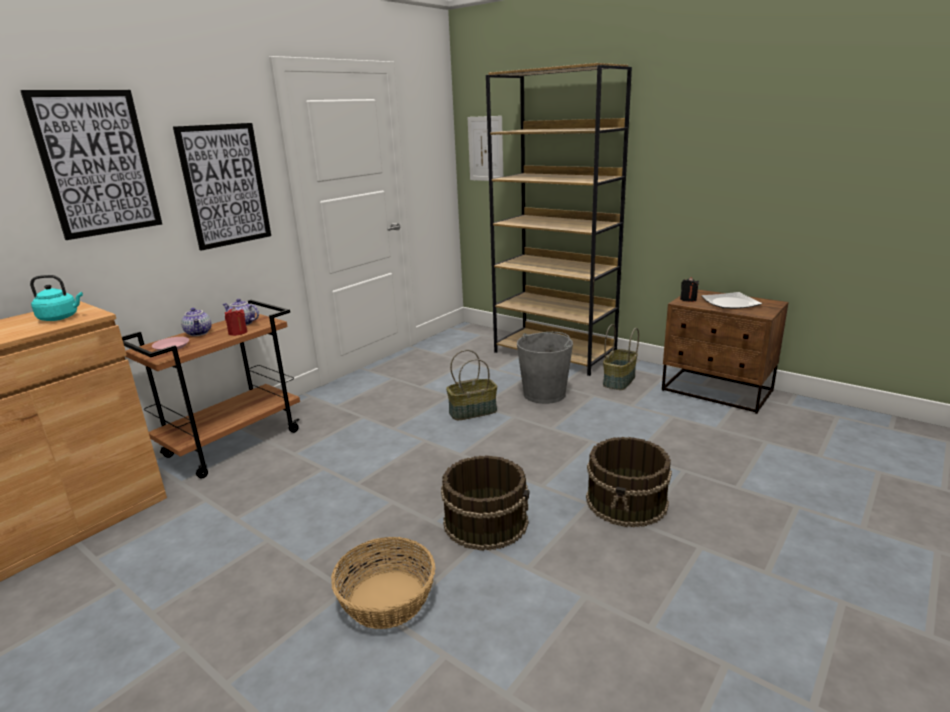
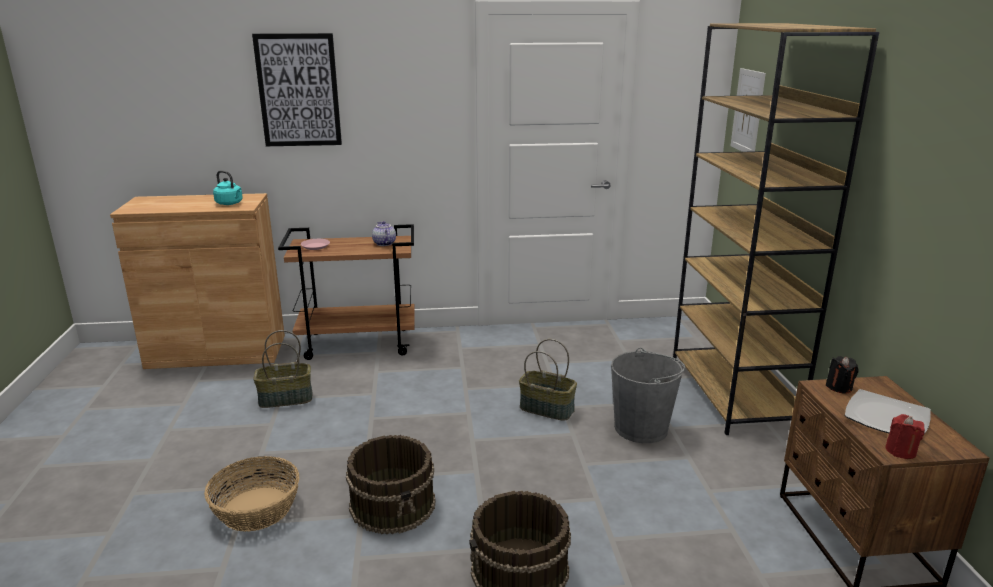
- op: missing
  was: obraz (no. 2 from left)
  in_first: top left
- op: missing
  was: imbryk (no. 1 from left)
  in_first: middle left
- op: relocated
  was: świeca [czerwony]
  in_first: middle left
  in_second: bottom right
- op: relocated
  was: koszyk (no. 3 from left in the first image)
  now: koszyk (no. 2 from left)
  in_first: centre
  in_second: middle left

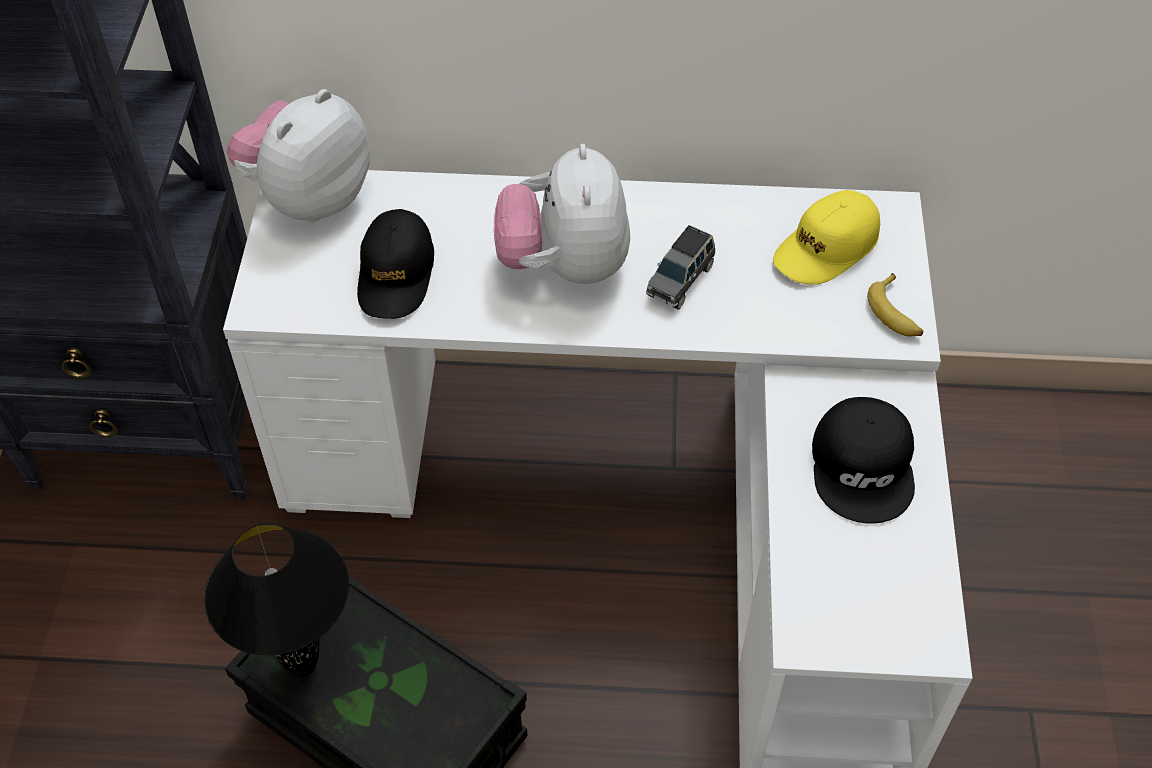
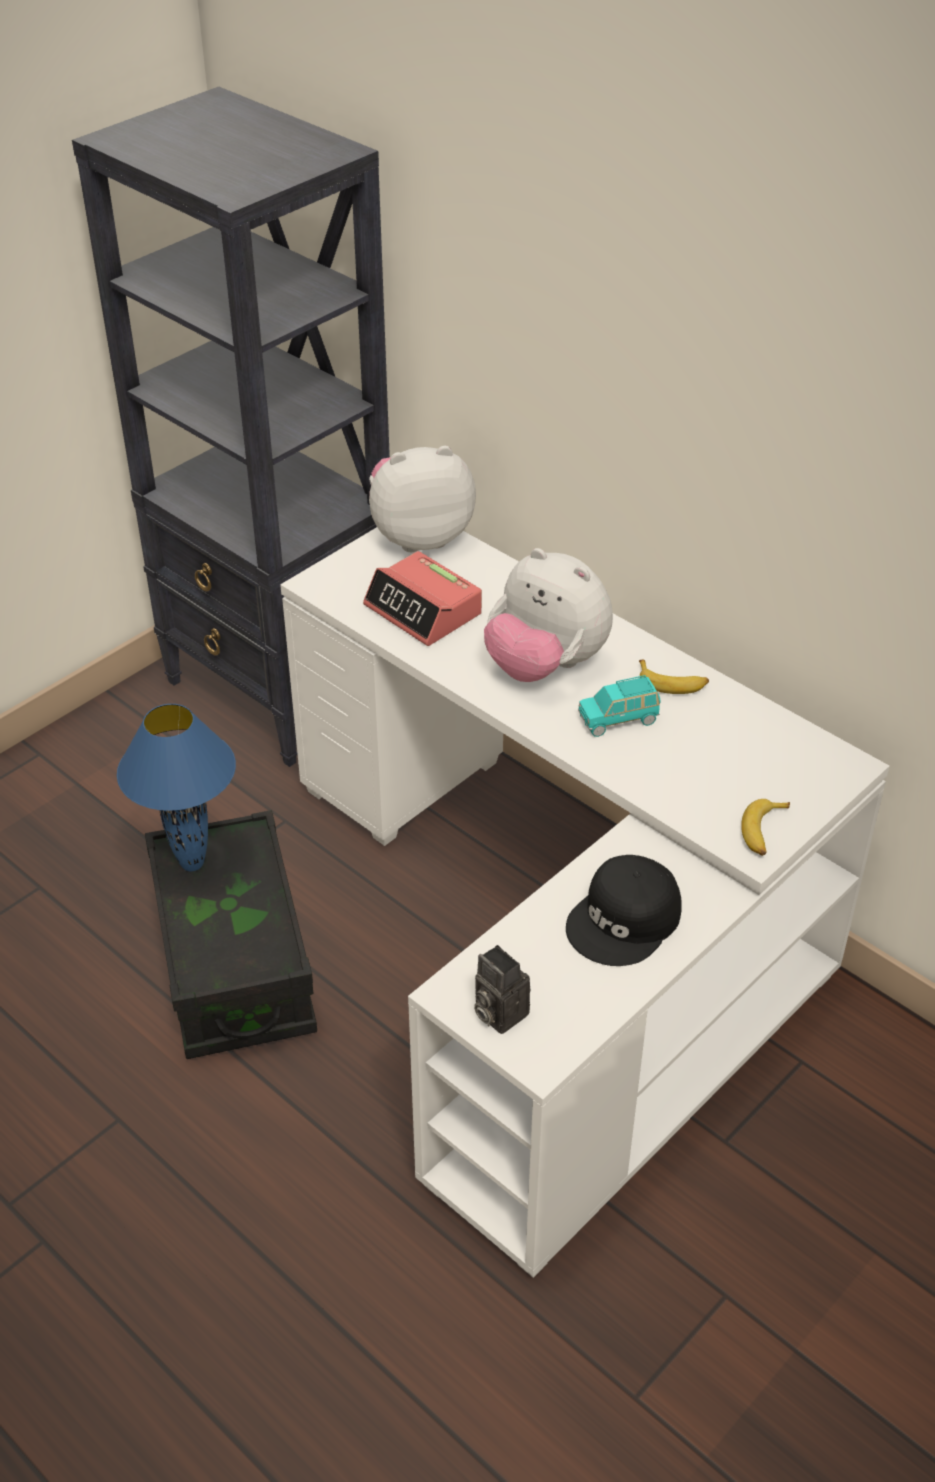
- op: missing
  was: czapka z daszkiem [żółty]
  in_first: top right
- op: appeared
  now: aparat fotograficzny
  in_second: bottom centre
- op: appeared
  now: banan (no. 1 from left)
  in_second: middle right
- op: exchanged
  was: czapka z daszkiem [czarny] (no. 1 from left)
  now: budzik
  in_first: centre
  in_second: centre
- op: colour
  was: lampa stołowa [czarny]
  now: lampa stołowa [niebieski]
  in_first: bottom left
  in_second: middle left
- op: colour
  was: samochodzik [szary]
  now: samochodzik [turkusowy]
  in_first: centre
  in_second: centre
- op: spun
  was: pluszak (no. 2 from left)
  in_first: top centre
  in_second: centre
  clockwise: -90

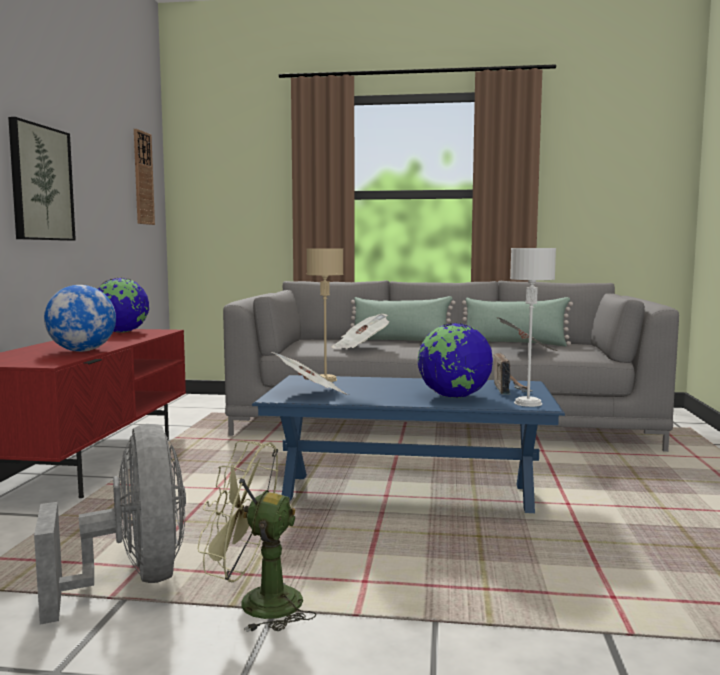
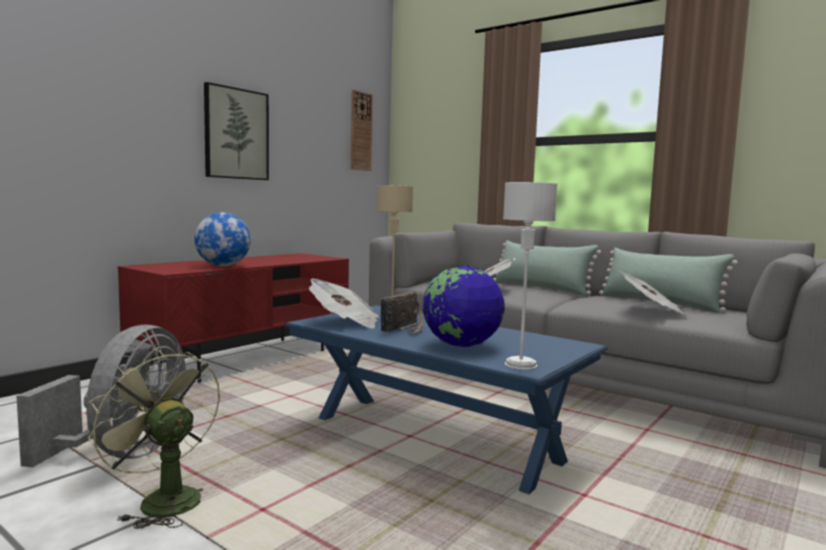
- op: missing
  was: globus (no. 2 from left)
  in_first: middle left
- op: relocated
  was: radio
  in_first: middle right
  in_second: centre

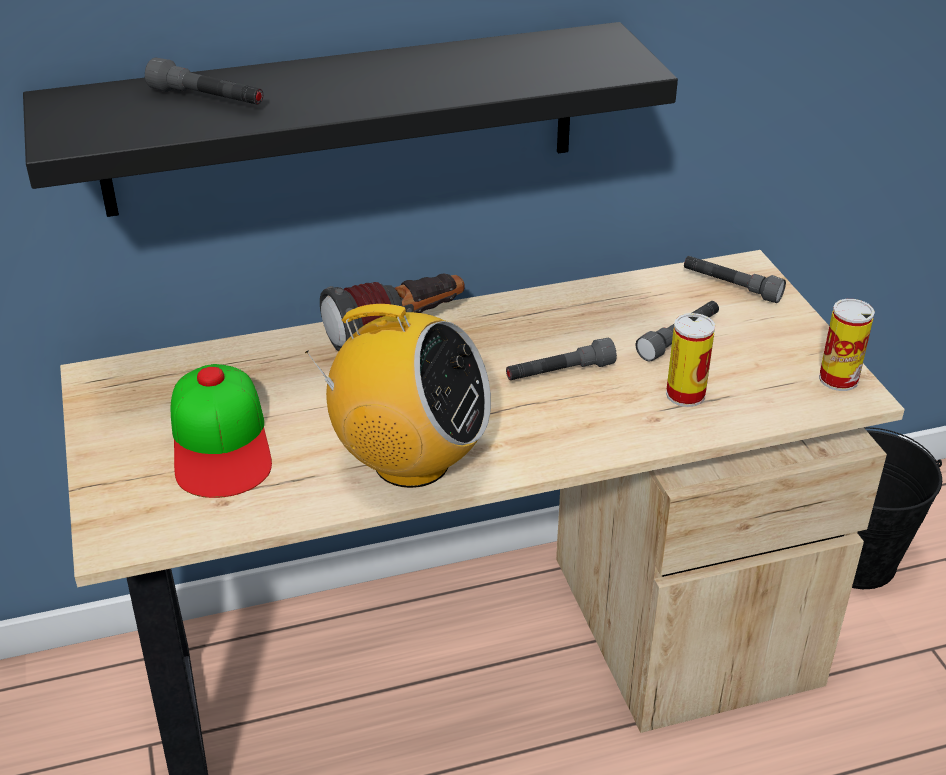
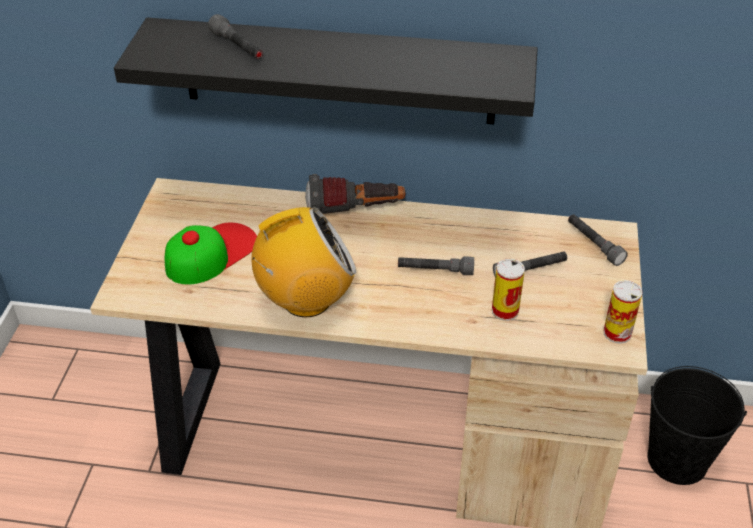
- op: spun
  was: czapka z daszkiem
  in_first: middle left
  in_second: middle left
  clockwise: -150
- op: spun
  was: radio
  in_first: centre
  in_second: centre
  clockwise: -60

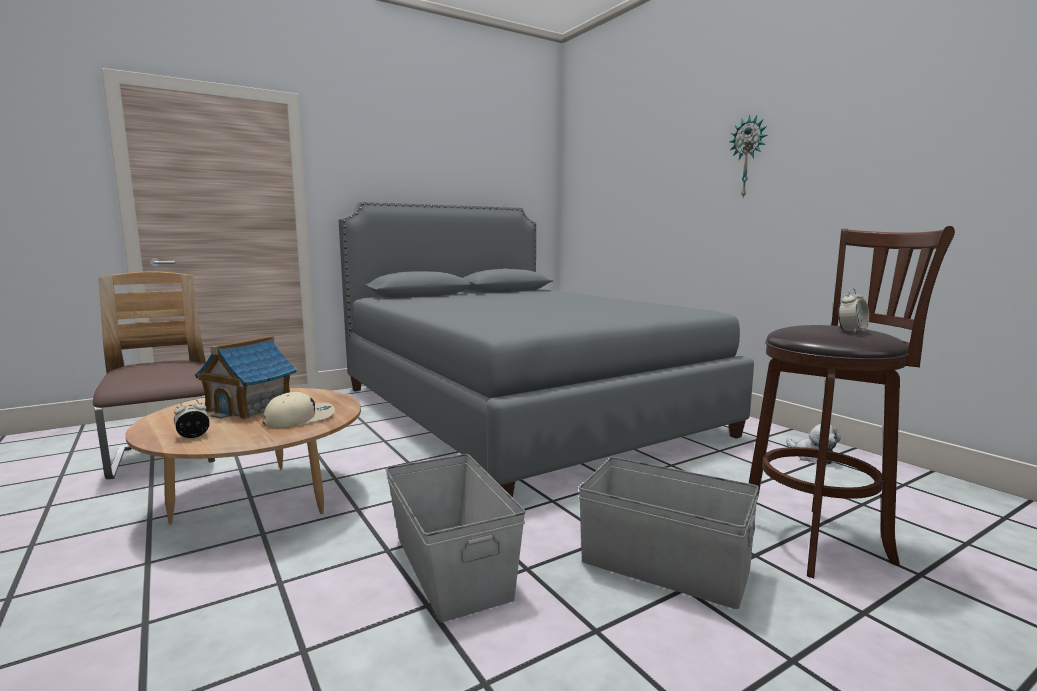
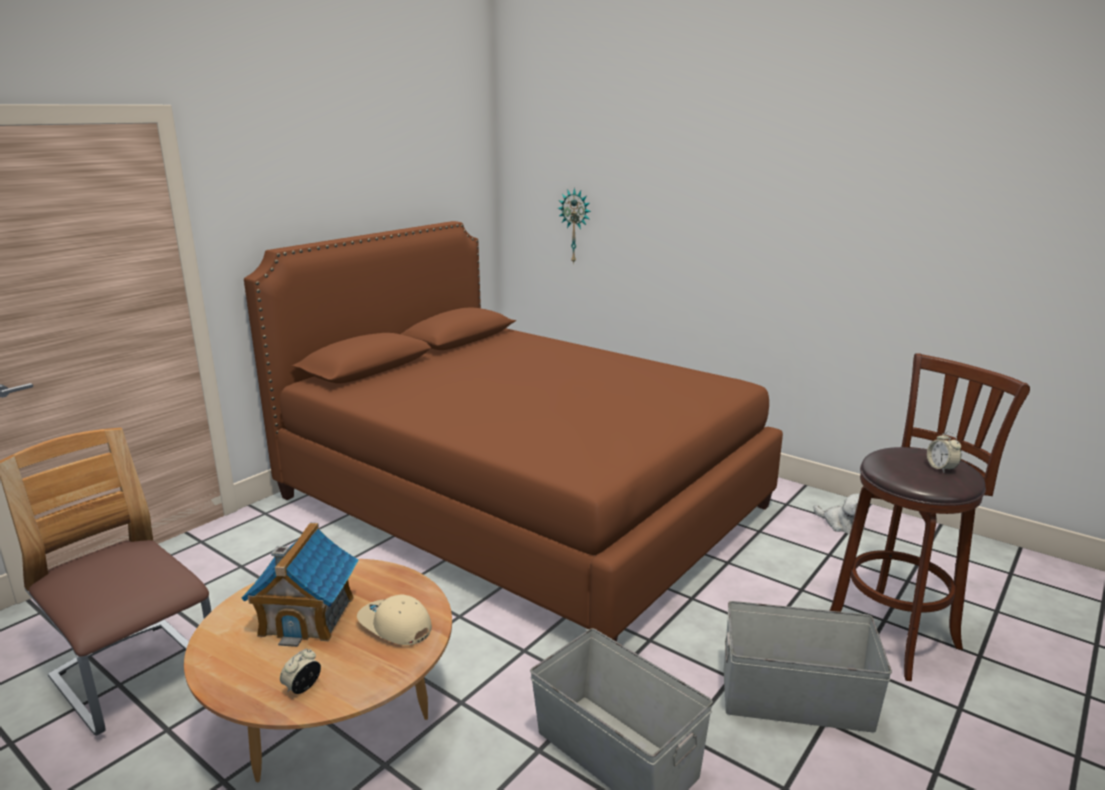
- op: relocated
  was: zegar ścienny
  in_first: top right
  in_second: top centre
- op: colour
  was: łóżko [szary]
  now: łóżko [brązowy]
  in_first: centre
  in_second: centre
- op: spun
  was: czapka z daszkiem [beżowy]
  in_first: middle left
  in_second: bottom centre
  clockwise: -90
- op: spun
  was: budzik (no. 2 from left)
  in_first: middle right
  in_second: middle right
  clockwise: 135

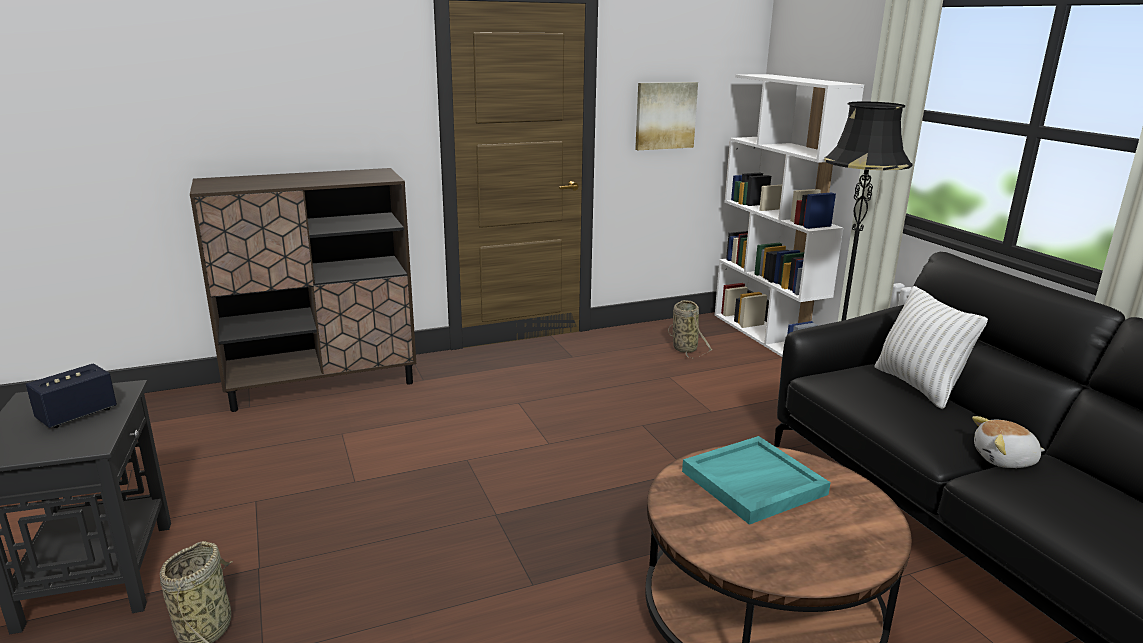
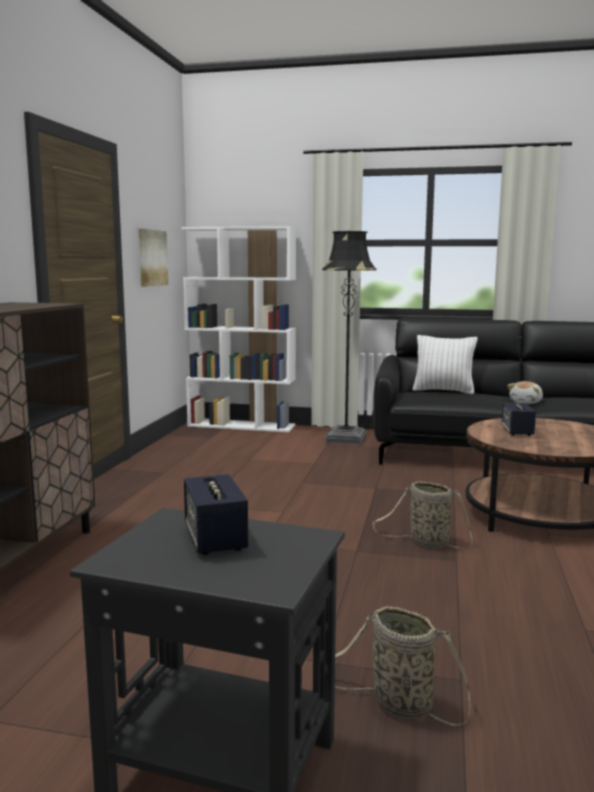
- op: relocated
  was: koszyk (no. 2 from left)
  in_first: centre
  in_second: middle right
- op: exchanged
  was: taca [turkusowy]
  now: głośnik (no. 2 from left)
  in_first: bottom centre
  in_second: middle right

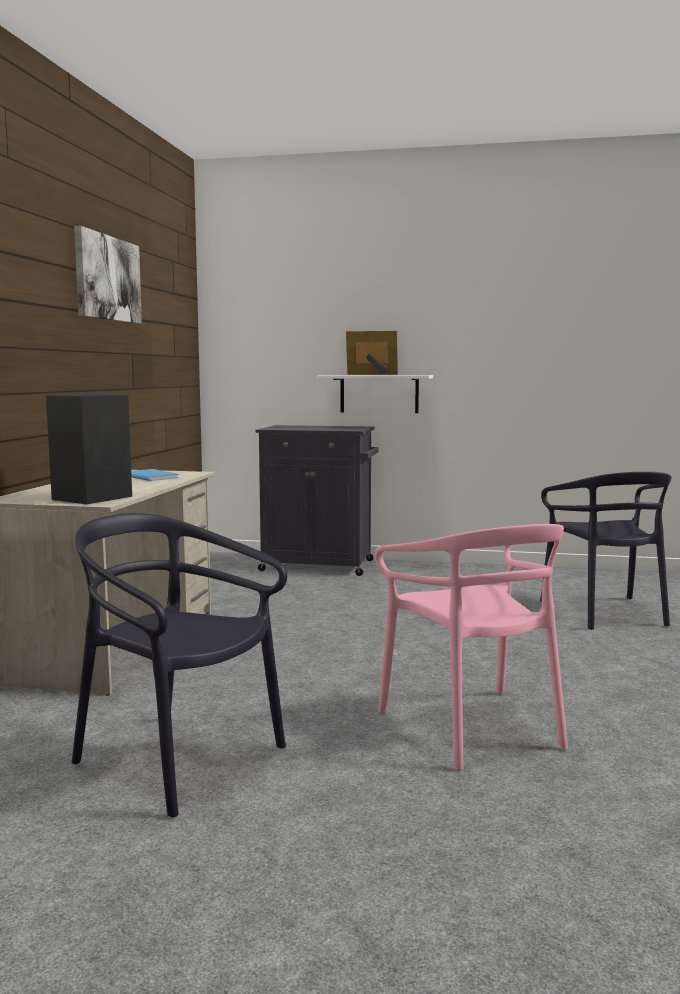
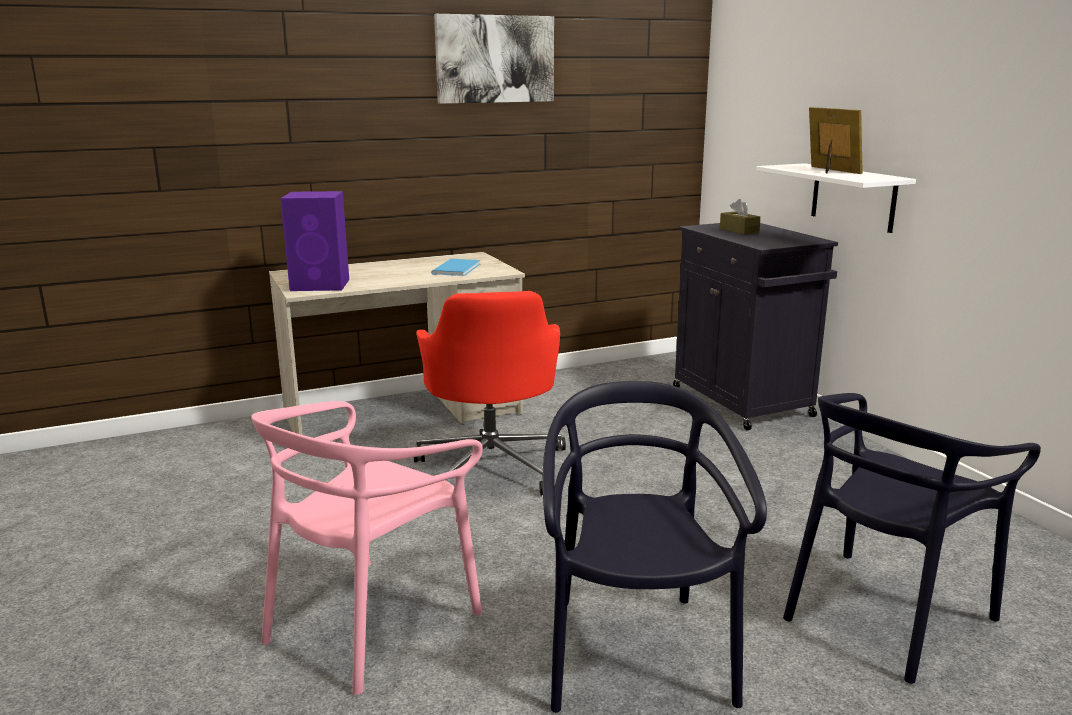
- op: appeared
  now: krzesło biurowe [czerwony]
  in_second: centre
- op: appeared
  now: pudełko chusteczek [brązowy]
  in_second: top right
- op: relocated
  was: krzesło [czarny] (no. 1 from left)
  in_first: bottom left
  in_second: bottom centre
- op: colour
  was: głośnik [czarny]
  now: głośnik [fioletowy]
  in_first: middle left
  in_second: middle left

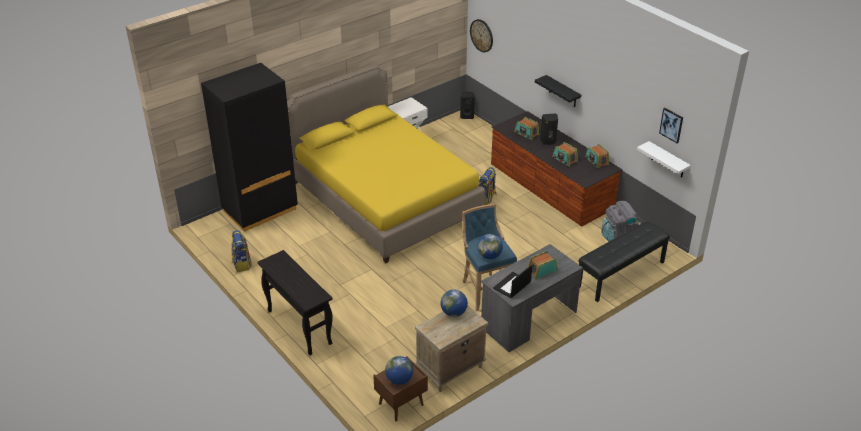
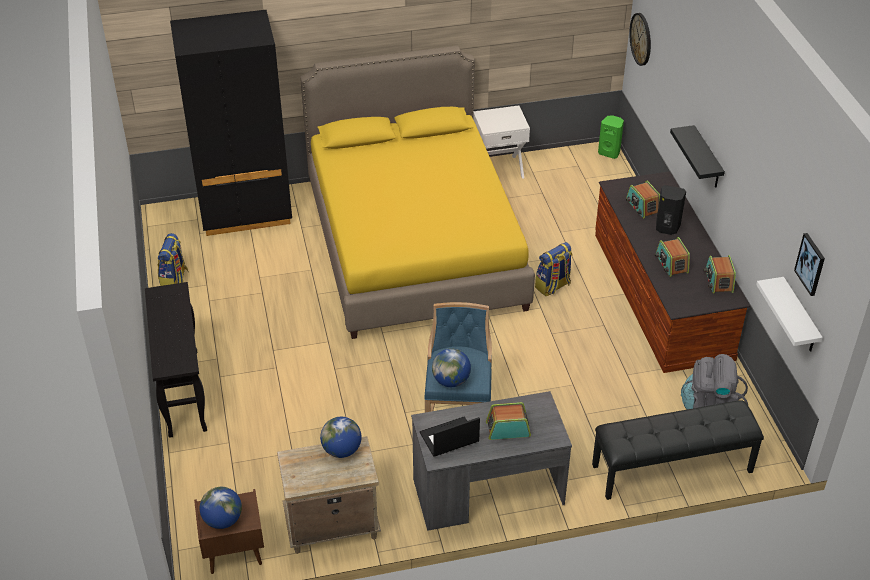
- op: colour
  was: głośnik [czarny] (no. 1 from left)
  now: głośnik [zielony]
  in_first: top centre
  in_second: top right

